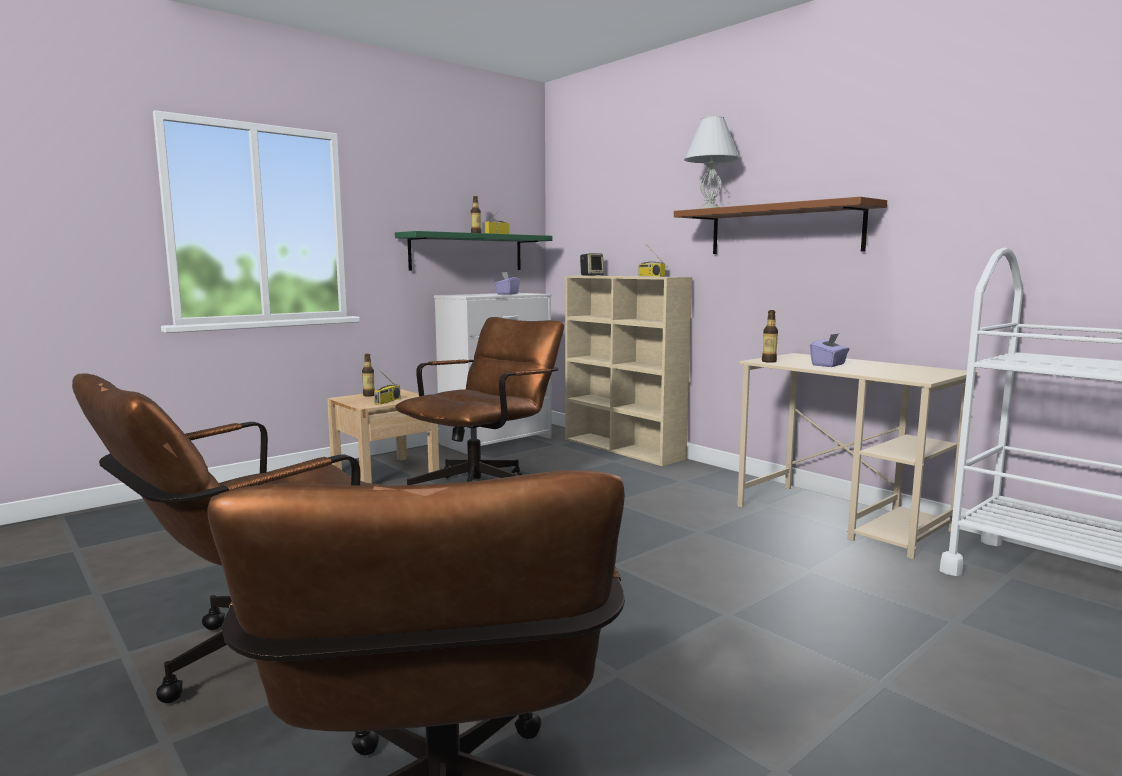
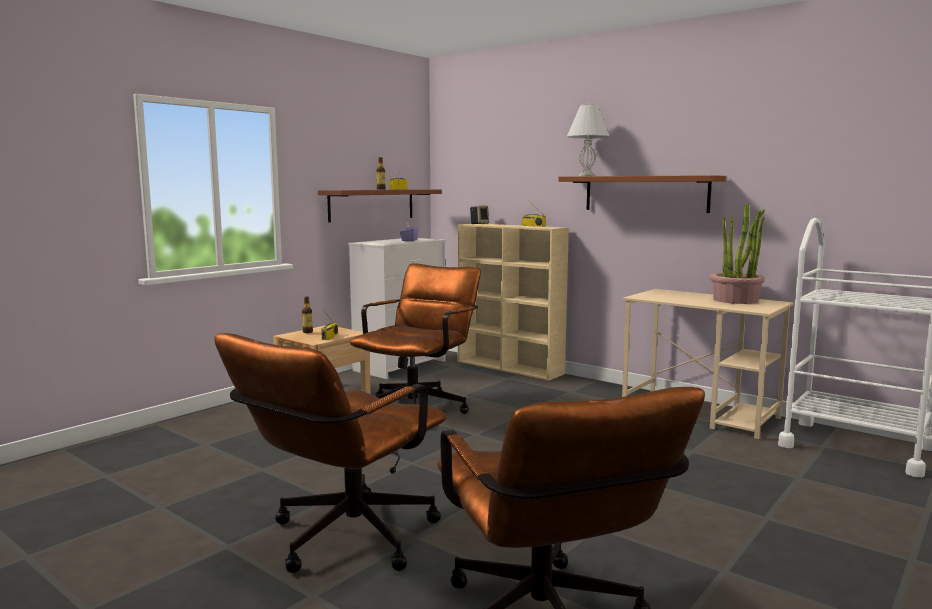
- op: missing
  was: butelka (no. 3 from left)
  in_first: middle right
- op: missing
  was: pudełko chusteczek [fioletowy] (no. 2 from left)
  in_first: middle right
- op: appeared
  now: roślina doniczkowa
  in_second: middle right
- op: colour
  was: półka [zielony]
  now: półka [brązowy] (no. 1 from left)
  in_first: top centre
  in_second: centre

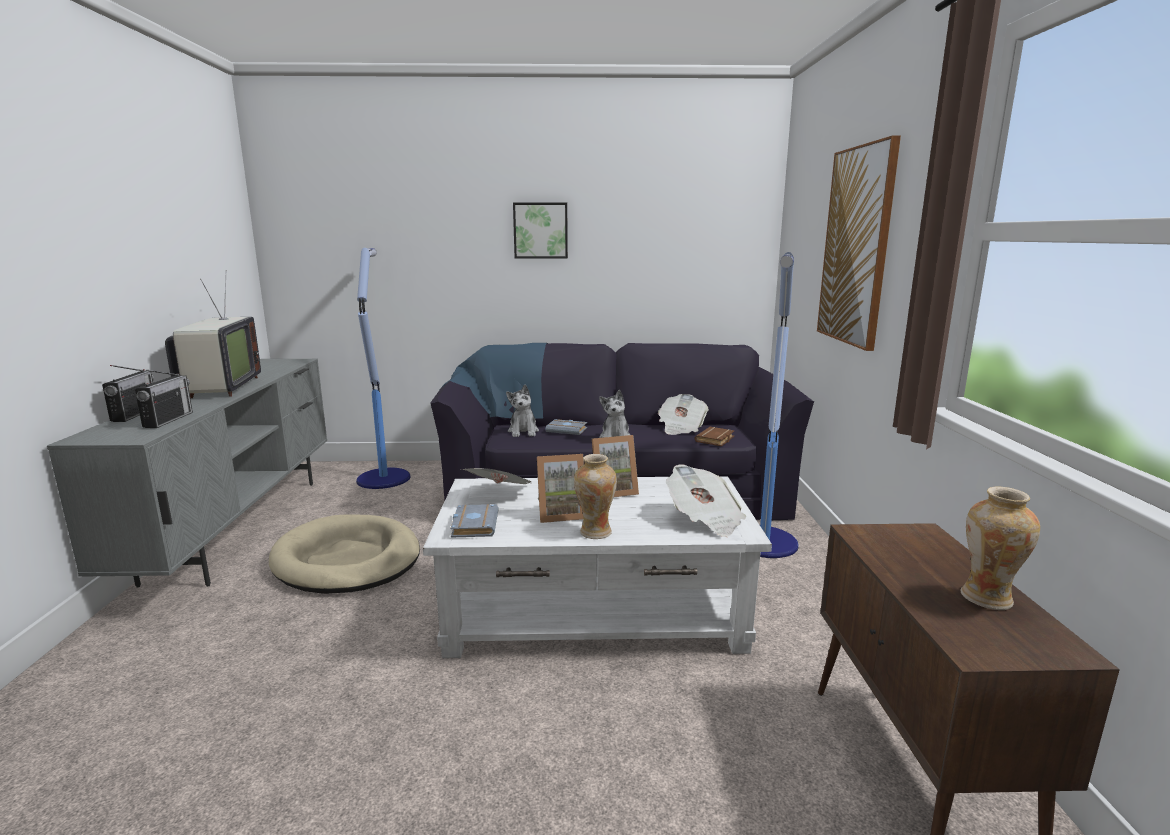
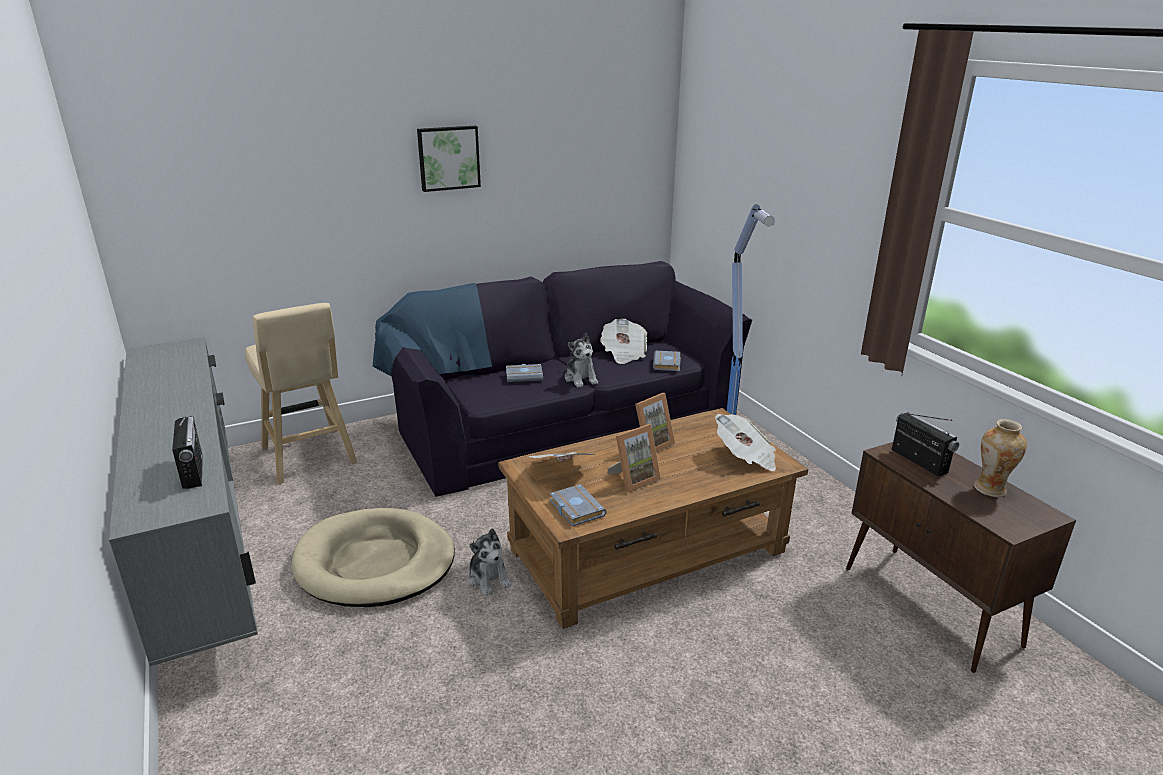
- op: missing
  was: telewizor
  in_first: middle left
- op: missing
  was: wazon (no. 1 from left)
  in_first: centre
- op: missing
  was: obraz (no. 2 from left)
  in_first: top right
- op: relocated
  was: radio (no. 1 from left in the first image)
  now: radio (no. 2 from left)
  in_first: middle left
  in_second: middle right
- op: relocated
  was: pluszak (no. 1 from left)
  in_first: centre
  in_second: bottom centre
- op: exchanged
  was: lampa stojąca (no. 1 from left)
  now: stołek [beżowy]
  in_first: middle left
  in_second: middle left
- op: colour
  was: ława [biały]
  now: ława [brązowy]
  in_first: bottom centre
  in_second: bottom centre
- op: colour
  was: książka [brązowy]
  now: książka [szary] (no. 3 from left)
  in_first: centre
  in_second: centre

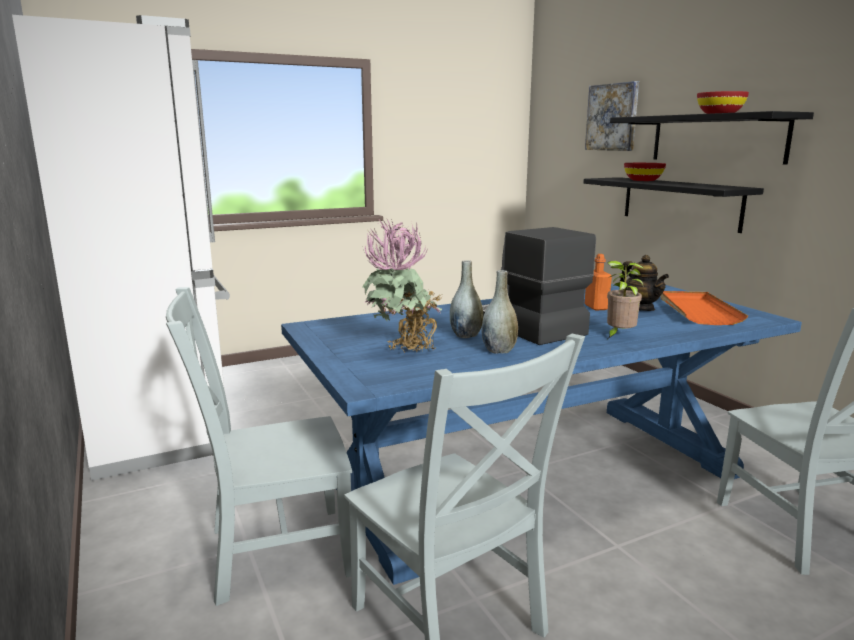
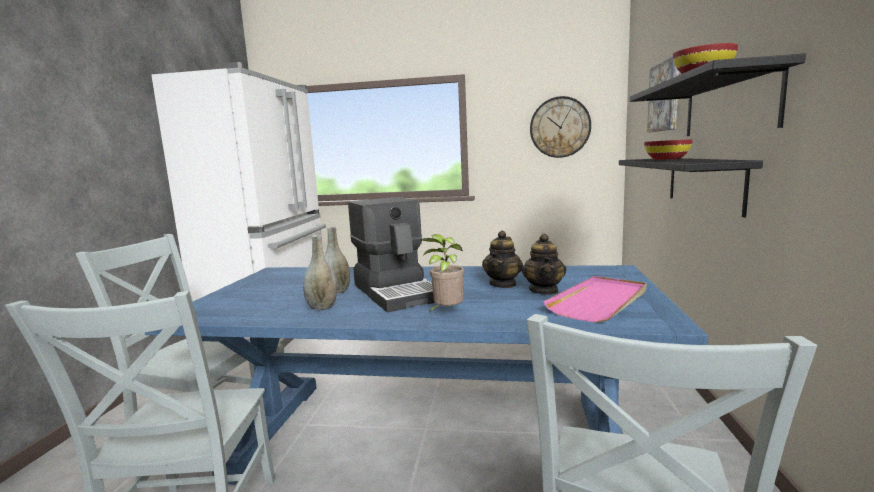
- op: missing
  was: roślina doniczkowa (no. 1 from left)
  in_first: centre
- op: appeared
  now: zegar ścienny
  in_second: top centre
- op: exchanged
  was: butelka [pomarańczowy]
  now: imbryk (no. 1 from left)
  in_first: middle right
  in_second: centre
- op: colour
  was: taca [pomarańczowy]
  now: taca [różowy]
  in_first: middle right
  in_second: middle right
- op: spun
  was: ekspres do kawy
  in_first: centre
  in_second: centre
  clockwise: 150

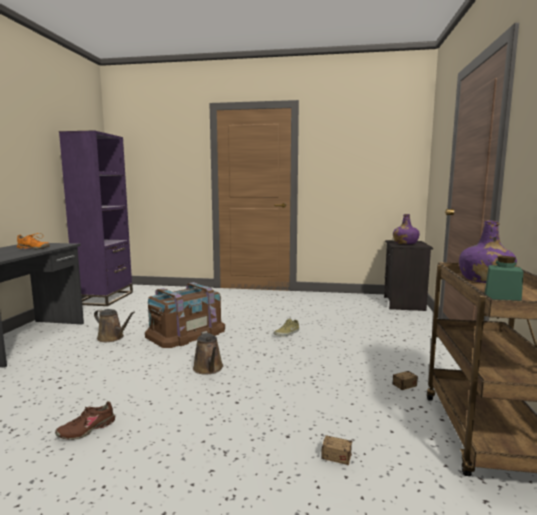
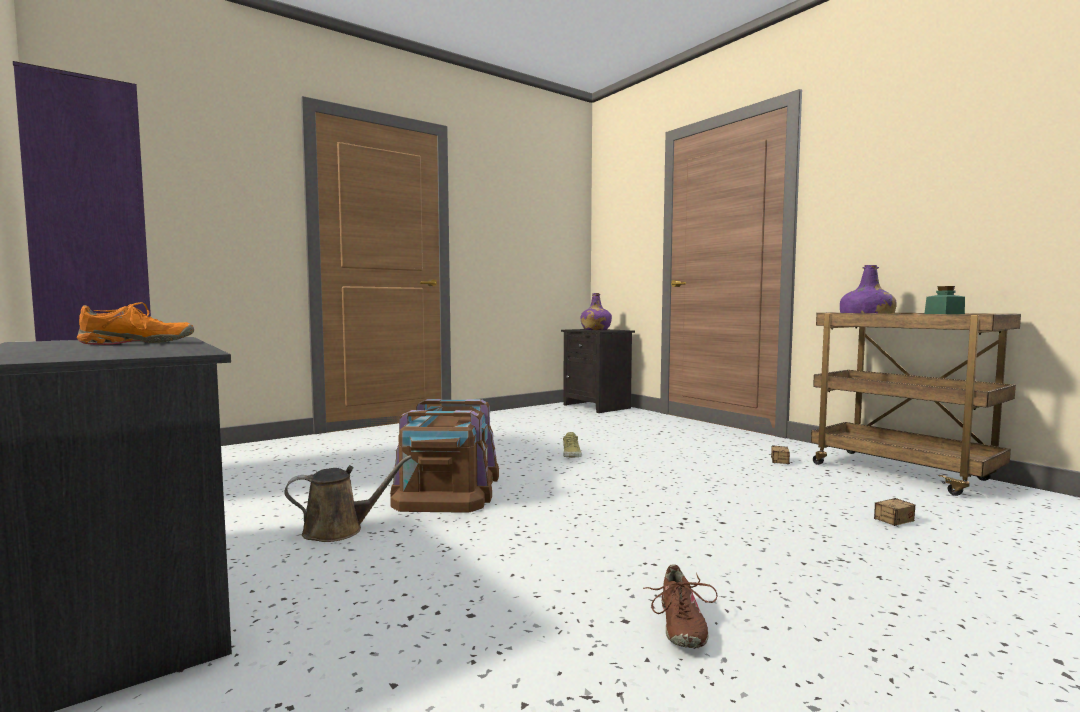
- op: missing
  was: konewka [brązowy] (no. 2 from left)
  in_first: bottom centre

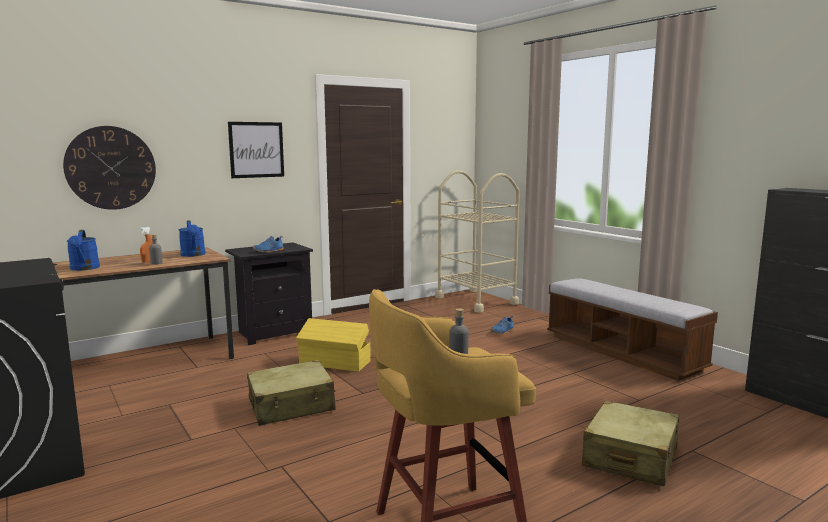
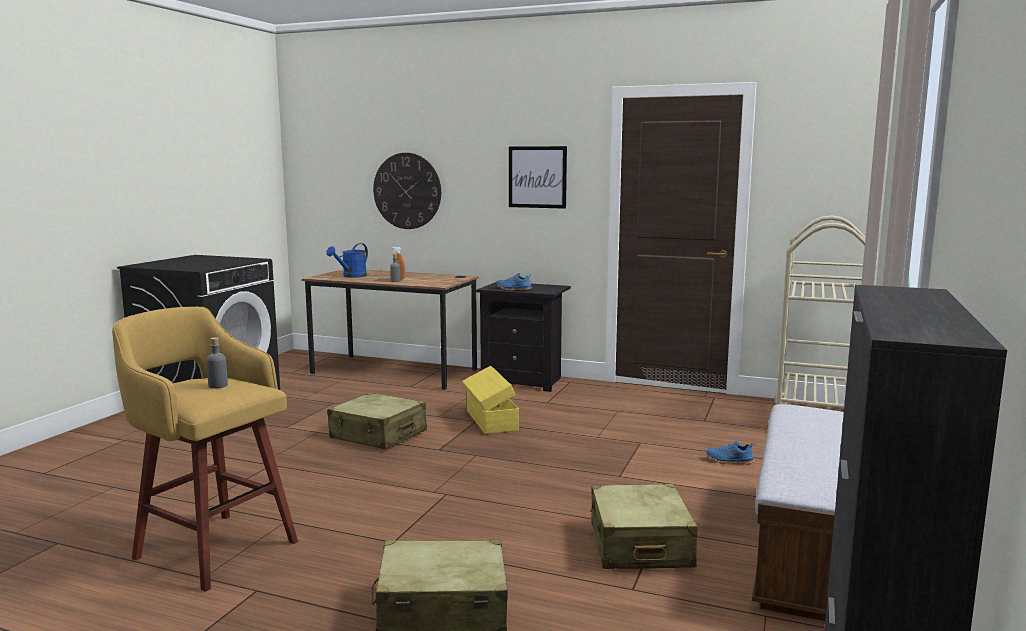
- op: missing
  was: konewka [niebieski] (no. 2 from left)
  in_first: middle left
- op: appeared
  now: walizka [beżowy] (no. 3 from left)
  in_second: bottom centre

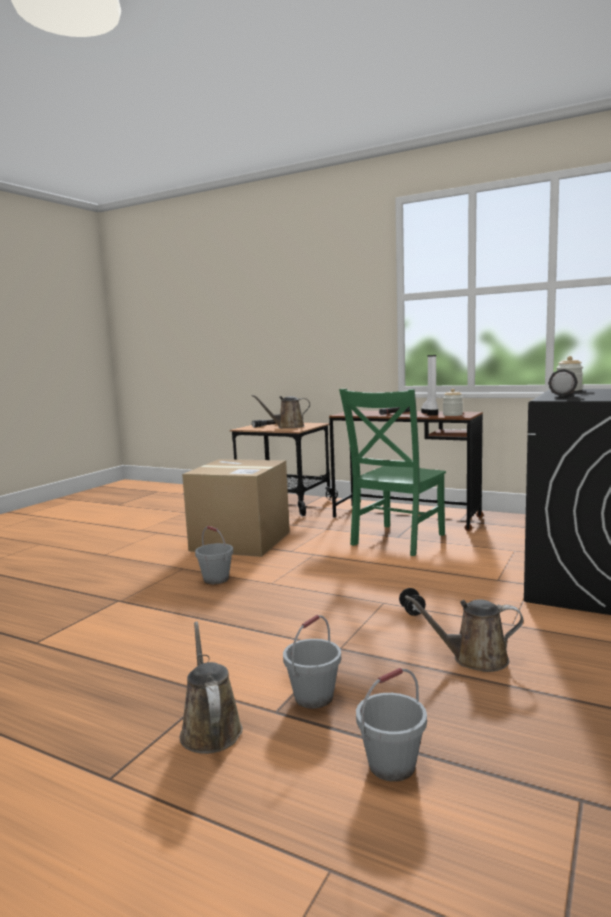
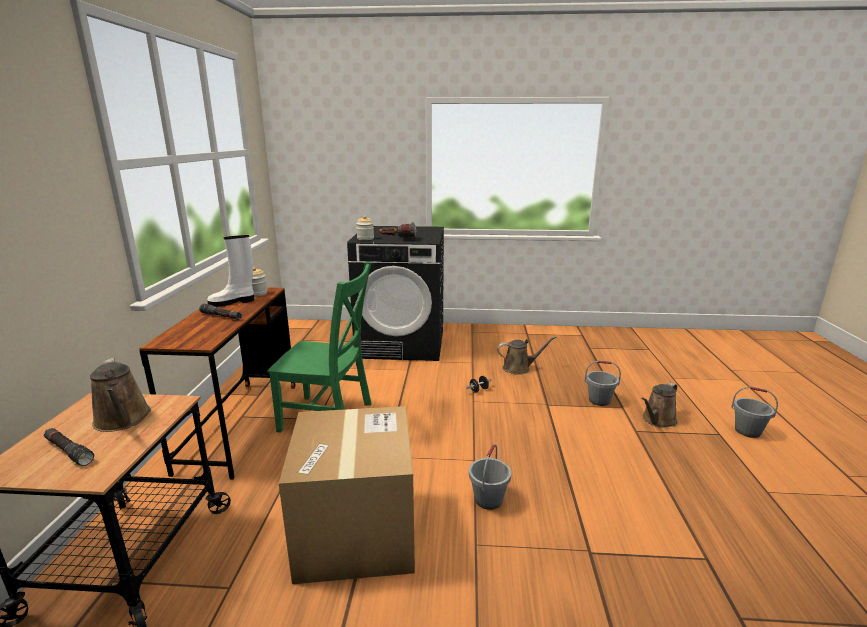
- op: relocated
  was: wiadro [szary] (no. 3 from left)
  in_first: bottom centre
  in_second: middle right
- op: spun
  was: konewka [brązowy] (no. 3 from left in the first image)
  in_first: bottom right
  in_second: centre
  clockwise: -75

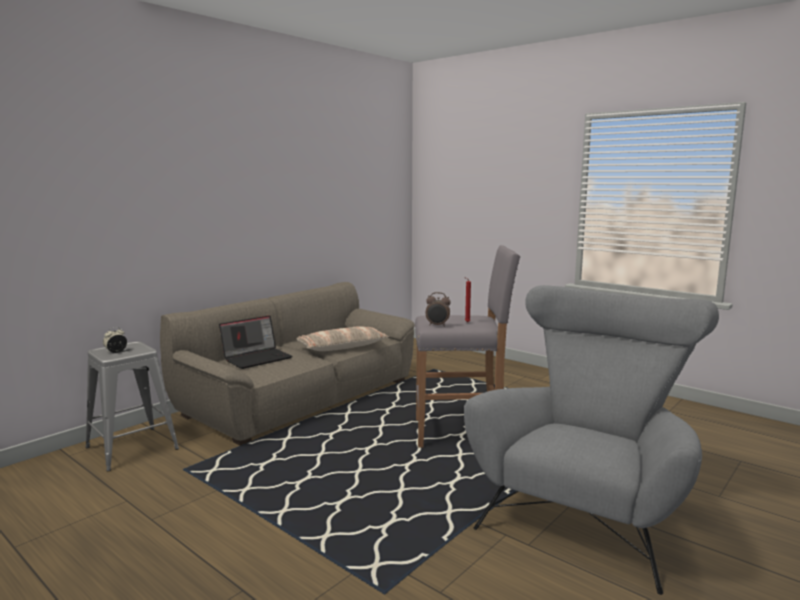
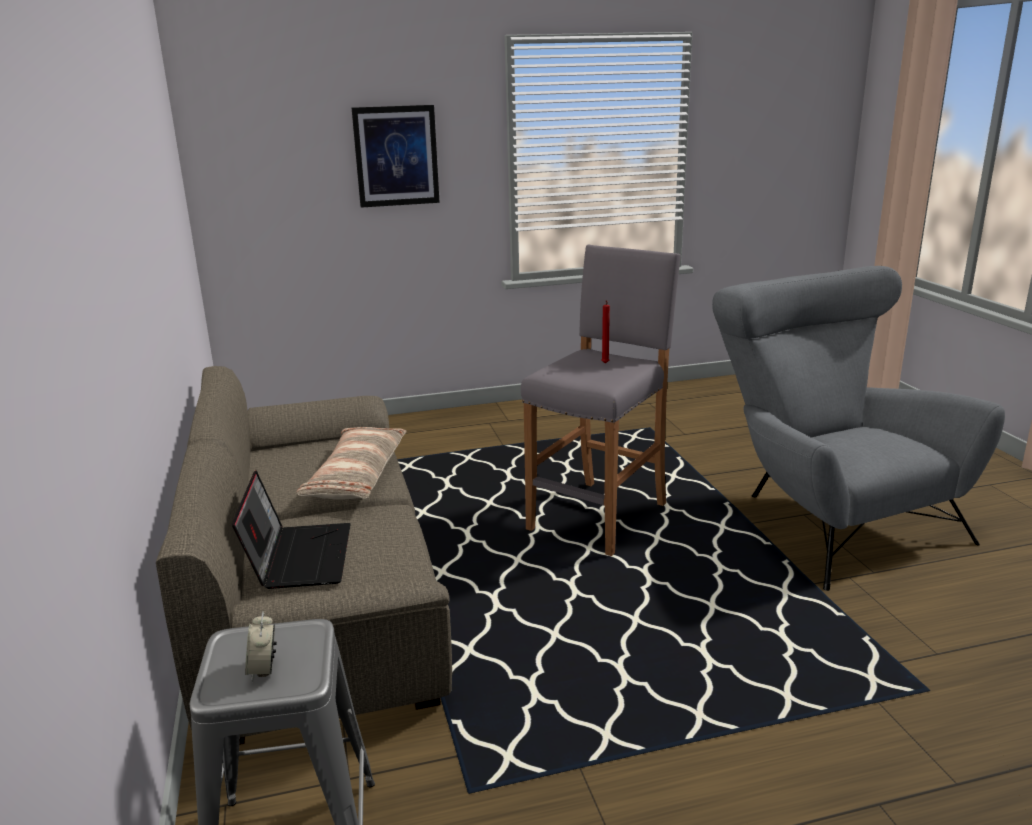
- op: missing
  was: budzik (no. 2 from left)
  in_first: centre
- op: appeared
  now: obraz
  in_second: top centre

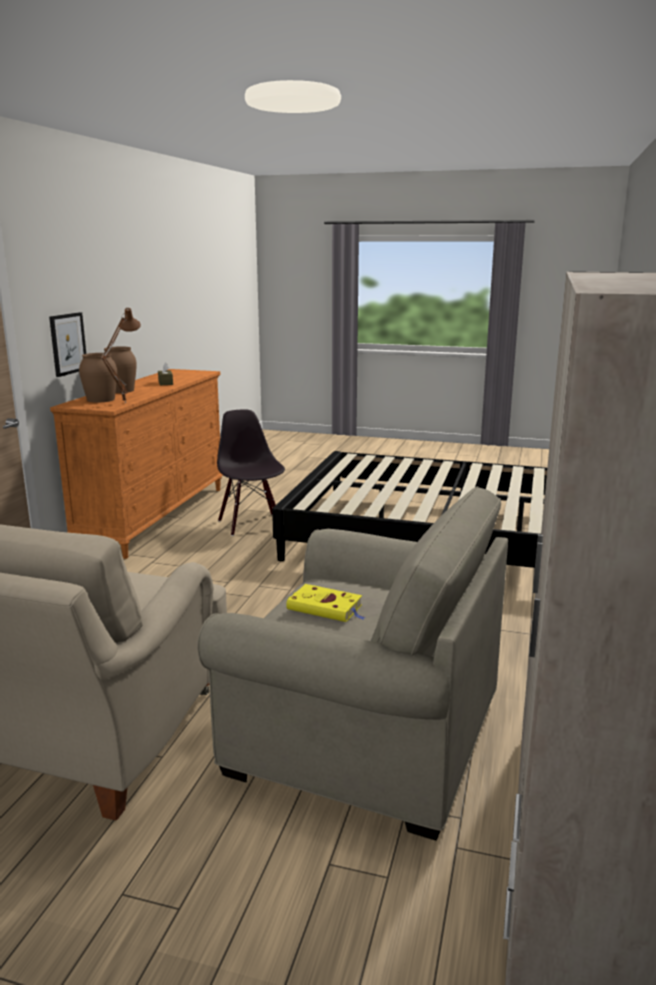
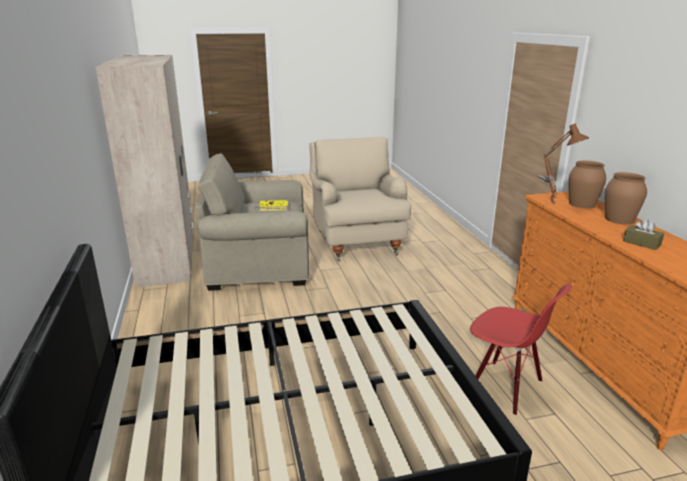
- op: missing
  was: obraz
  in_first: middle left
- op: colour
  was: krzesło [czarny]
  now: krzesło [czerwony]
  in_first: centre
  in_second: bottom right

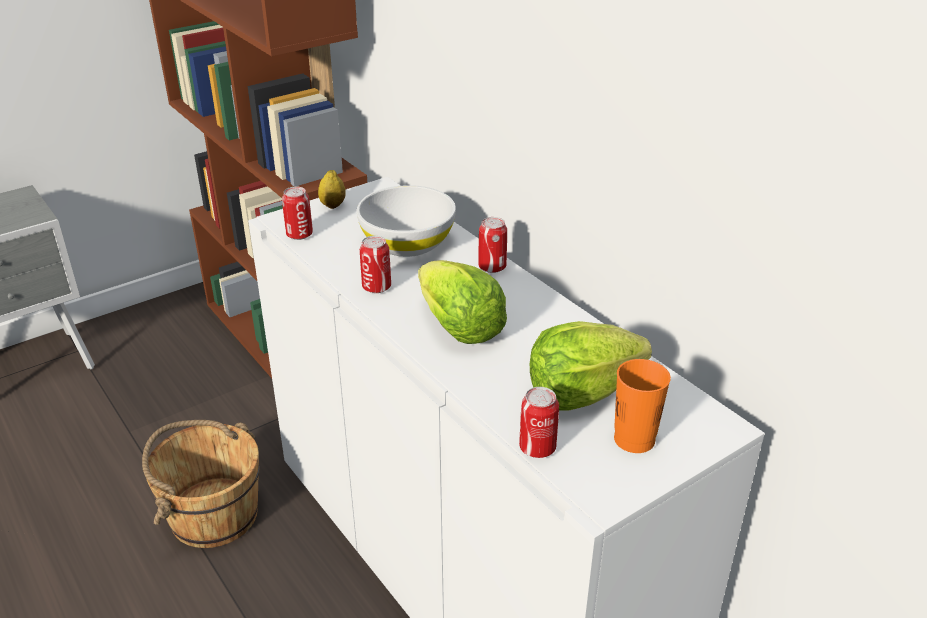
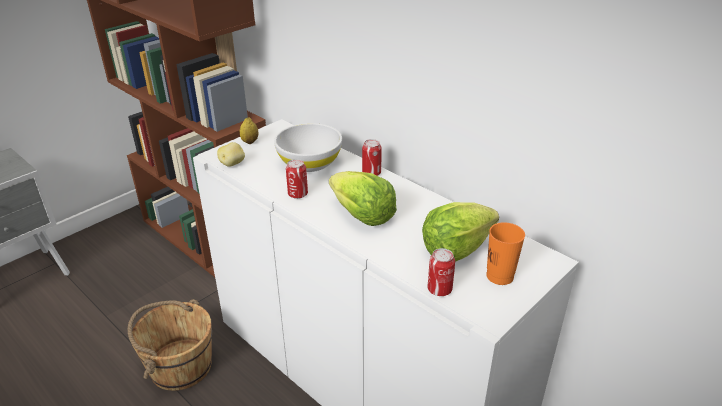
- op: exchanged
  was: puszka (no. 1 from left)
  now: ziemniak
  in_first: middle left
  in_second: middle left

